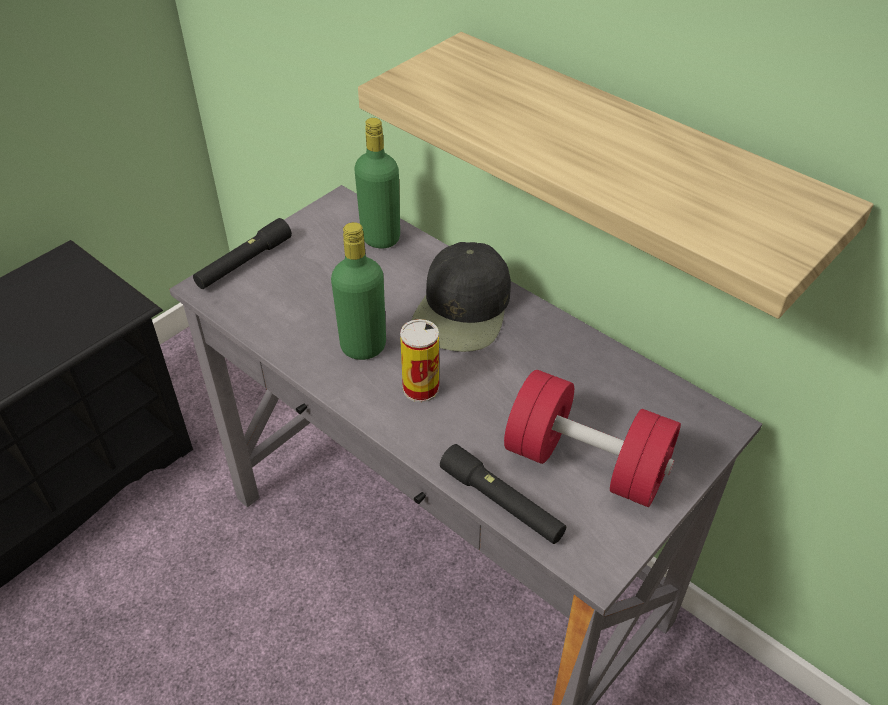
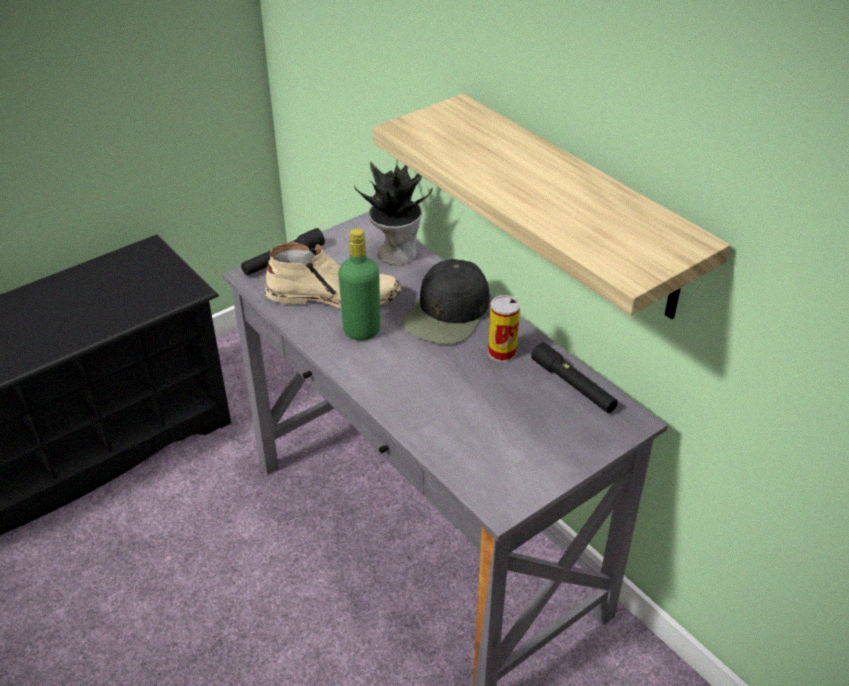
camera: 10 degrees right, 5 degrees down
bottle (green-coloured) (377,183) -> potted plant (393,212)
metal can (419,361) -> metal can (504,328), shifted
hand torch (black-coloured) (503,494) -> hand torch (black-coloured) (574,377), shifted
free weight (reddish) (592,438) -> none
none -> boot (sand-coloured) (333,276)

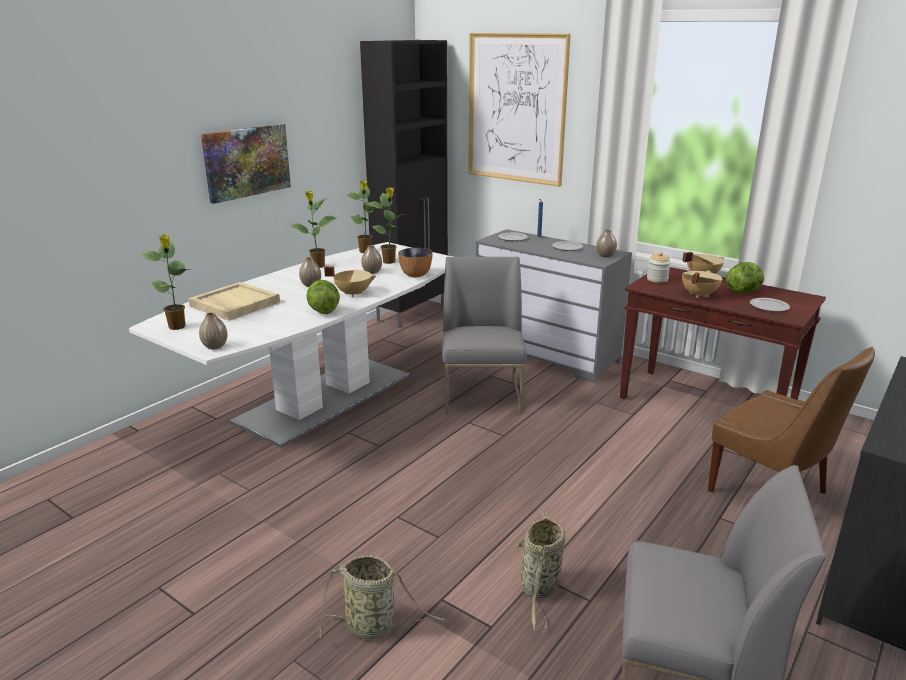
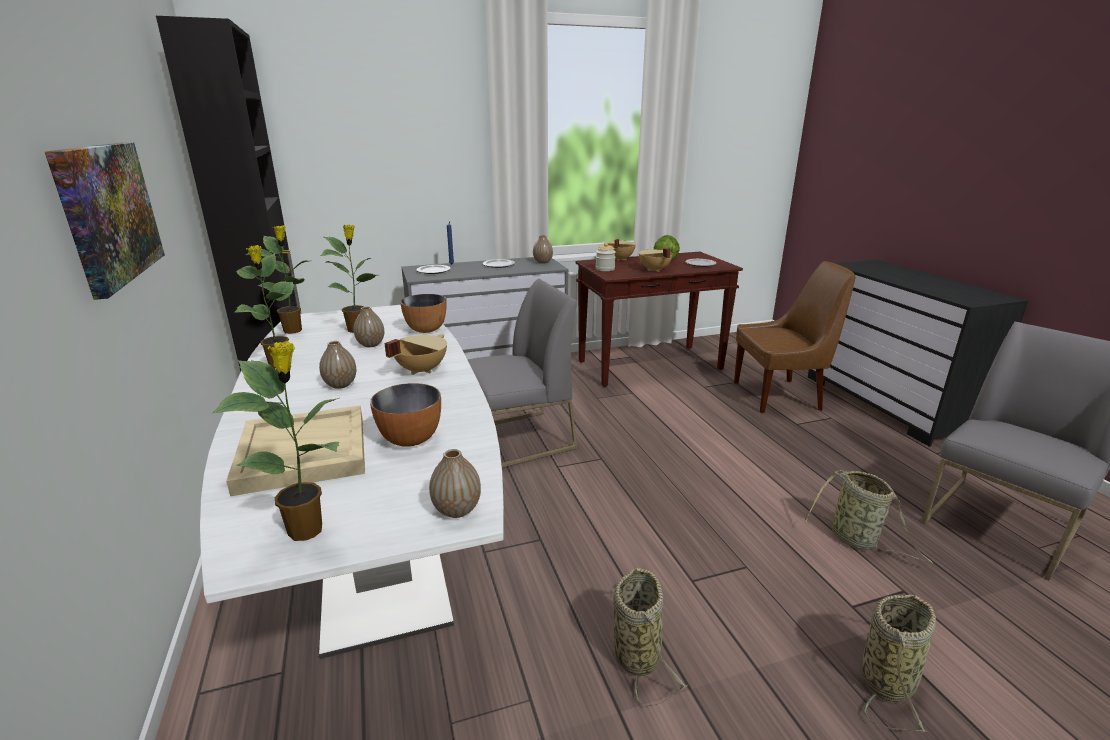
camera: 55 degrees left, 0 degrees up
head of lettuce (323,297) -> none
chair (grey) (484,336) -> chair (grey) (522,373), 120 degrees clockwise
wall picture (519,110) -> none
none -> serving bowl (405,415)
none -> household basket (650,637)

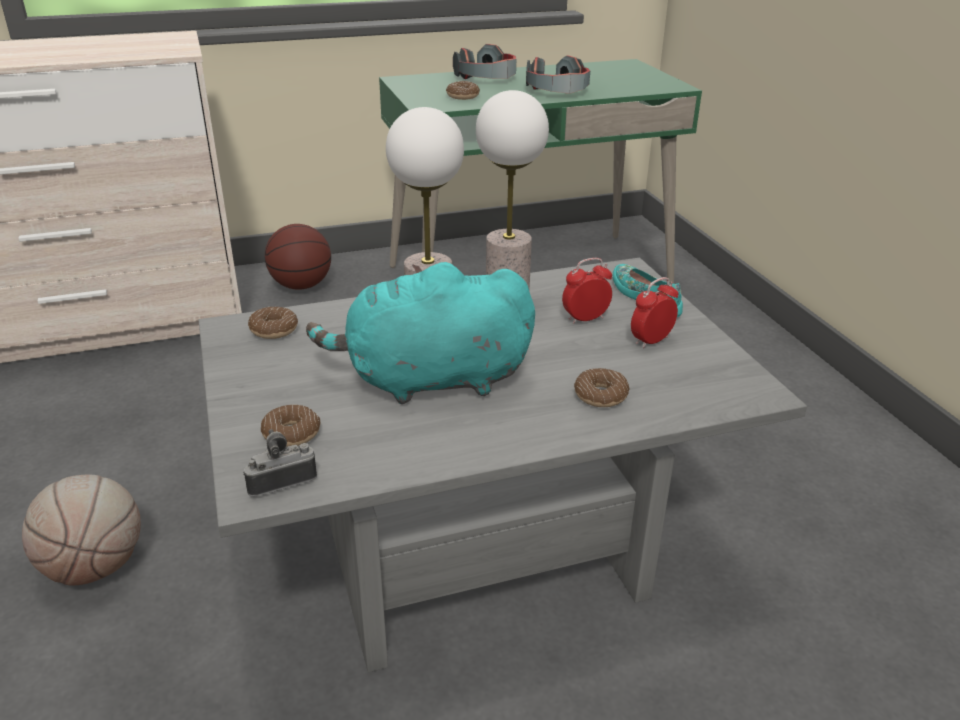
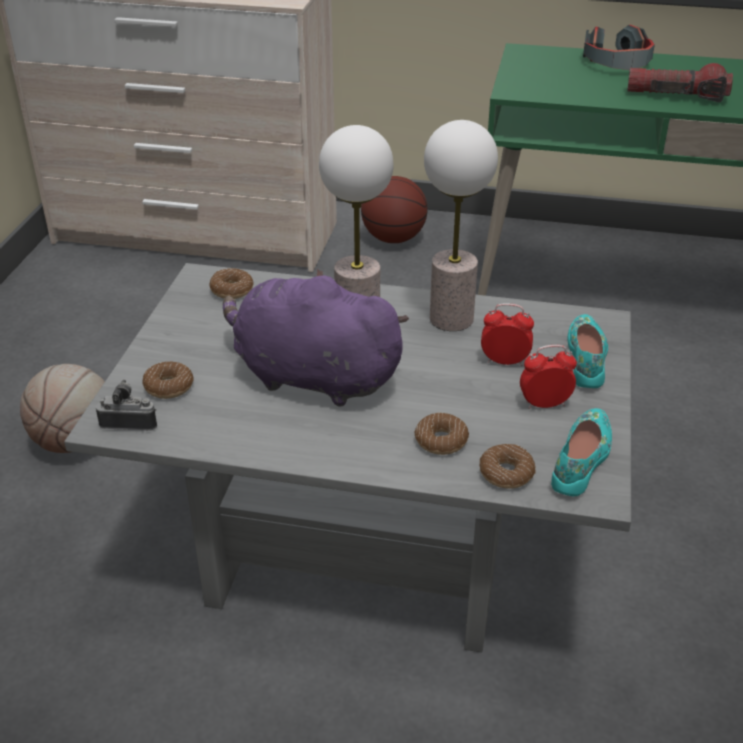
camera: 30 degrees right, 5 degrees up
soft toy (turquoise) (420,333) -> soft toy (purple) (316,337)
donut (463,90) -> donut (507,466), shifted
headphones (558,74) -> hand torch (680,82)
none -> low shoe (turquoise) (581,452)

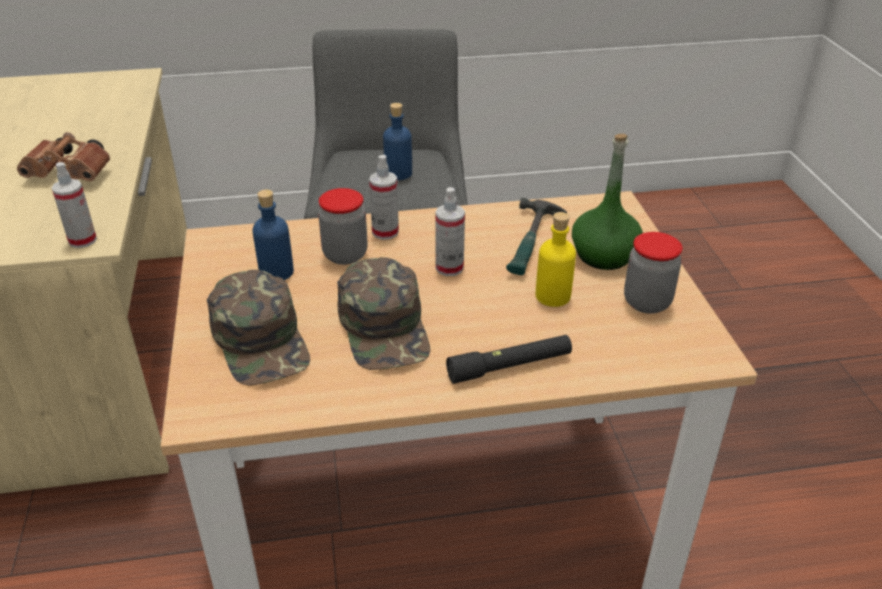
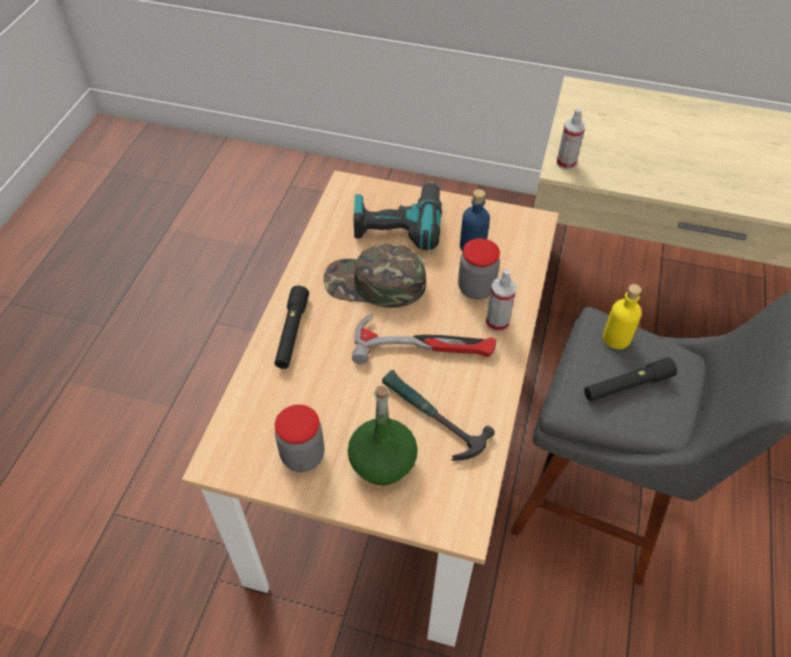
camera: 115 degrees right, 15 degrees up
binoculars (brown-coloured) (63,157) -> none
cap (green-coloured) (258,328) -> electric drill (398,216)
bottle (blue-coloured) (397,141) -> hand torch (black-coloured) (630,379)
sprayer (450,231) -> tool hammer (424,338)
bottle (yellow) (556,259) -> bottle (yellow) (622,316), shifted

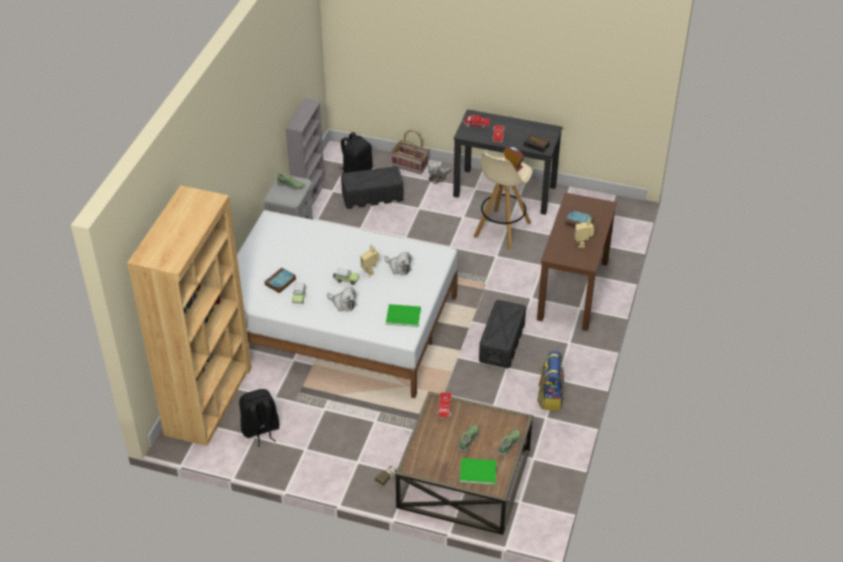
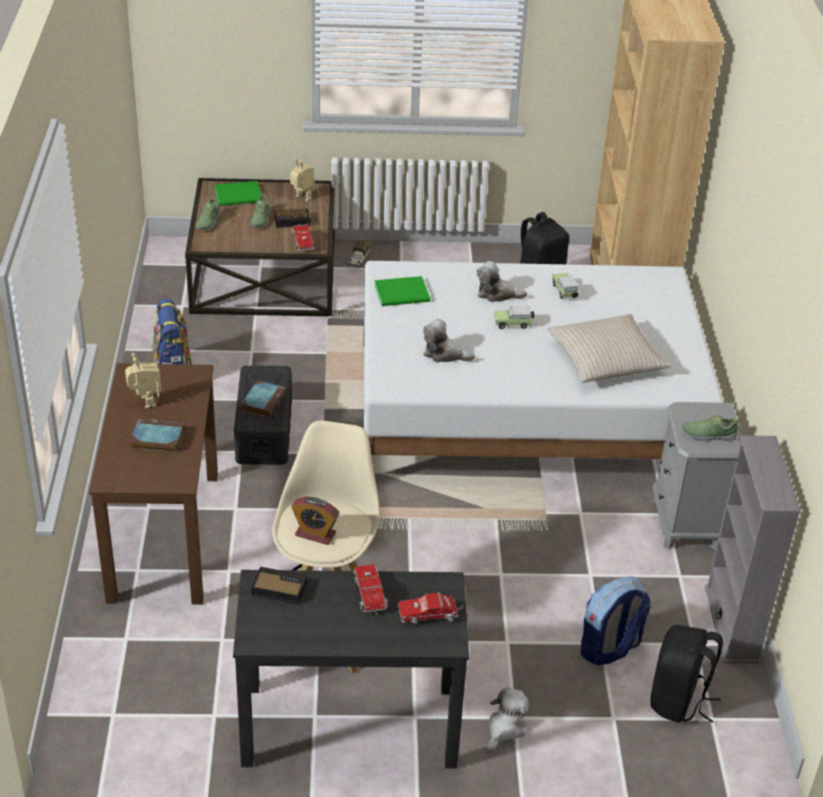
camera: 160 degrees right, 5 degrees down
bound book (280,280) -> bound book (263,399), shifted
storage container (black-coloured) (372,187) -> backpack (615,621)
robot figure (369,260) -> robot figure (302,179), shifted
household basket (410,152) -> none
none -> table clock (292,218)
none -> throw pillow (sand-coloured) (609,348)

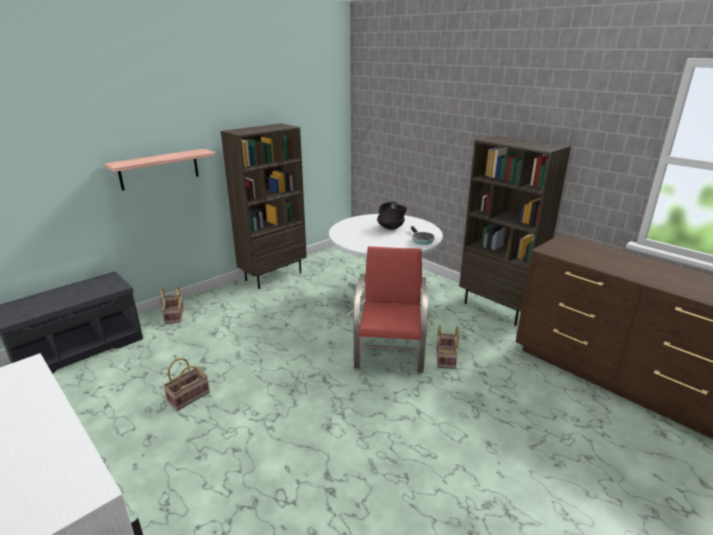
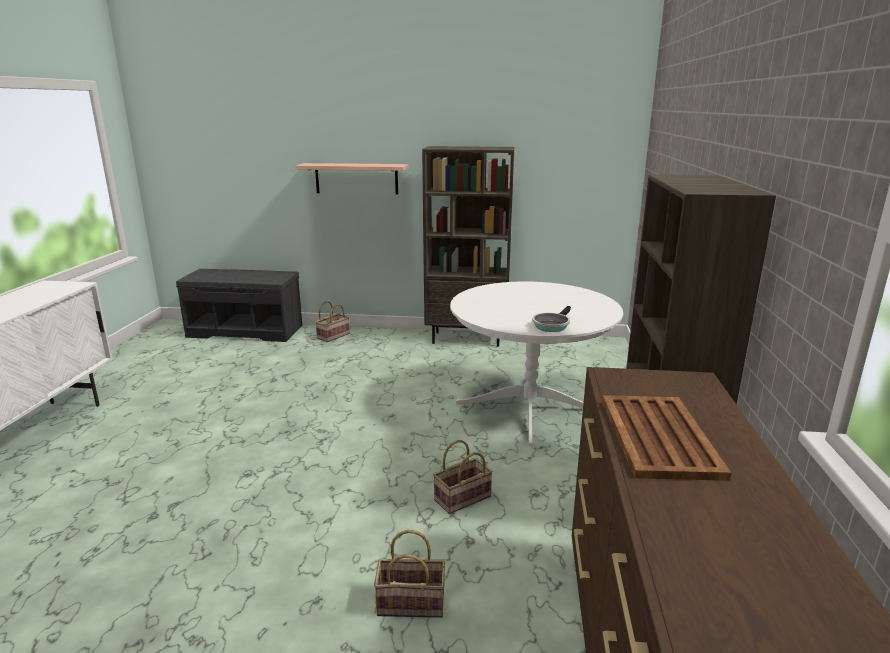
camera: 50 degrees right, 5 degrees down
household basket (186,384) -> household basket (409,574), shifted
chair (reddish) (390,309) -> none
tea pot (black-coloured) (392,215) -> none
none -> carrying tray (brown-coloured) (666,438)

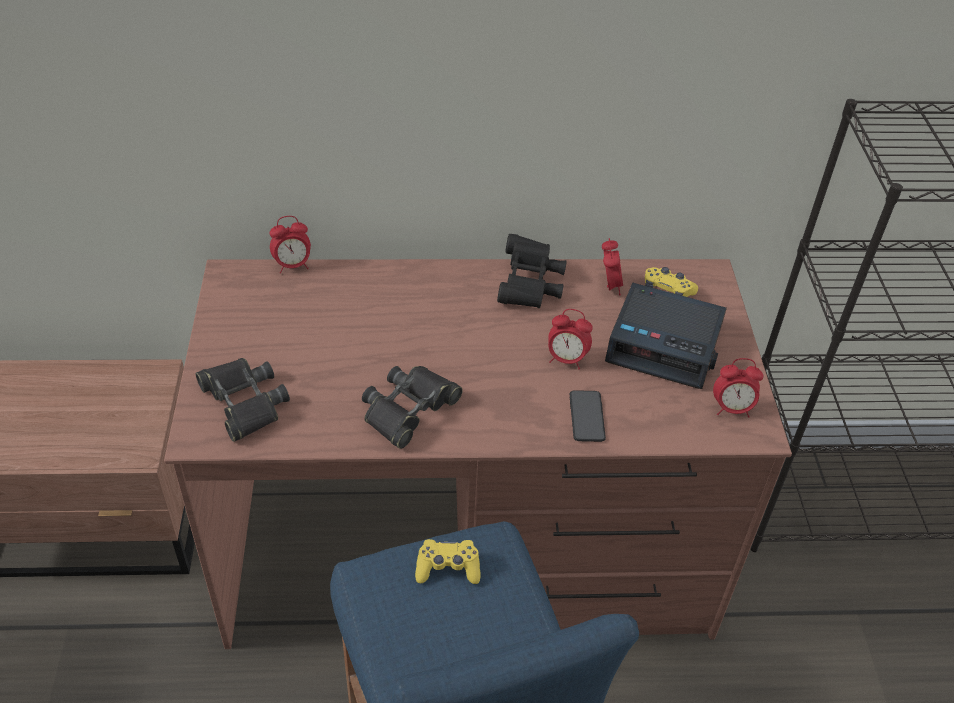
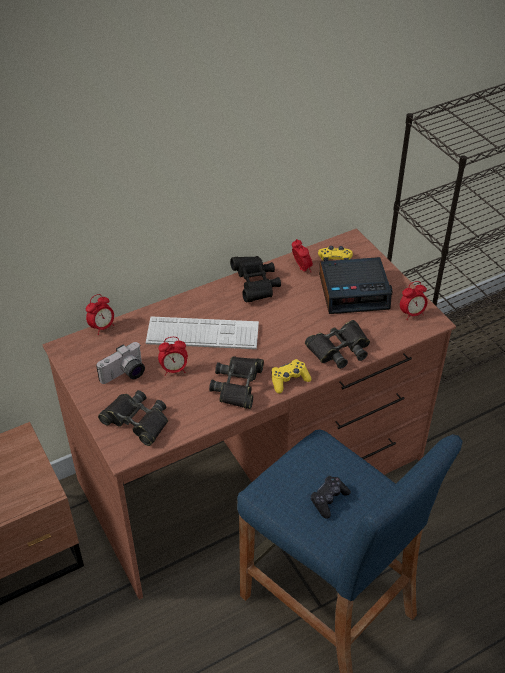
camera: 25 degrees left, 0 degrees up
game controller (yellow) (448,561) -> game controller (yellow) (292,376), shifted
table clock (570,339) -> table clock (173,356), shifted
telephone (588,416) -> binoculars (black-coloured) (337,344)
none -> photo camera (120,363)
none -> keyboard (202,332)
none -> game controller (black-coloured) (331,497)

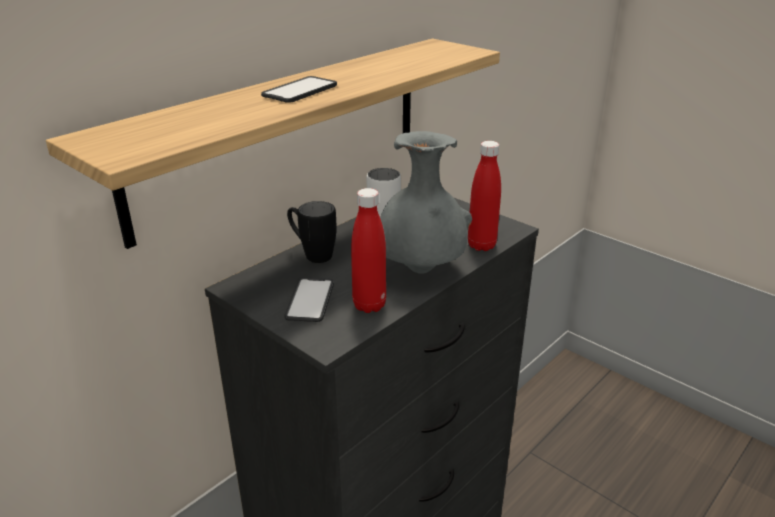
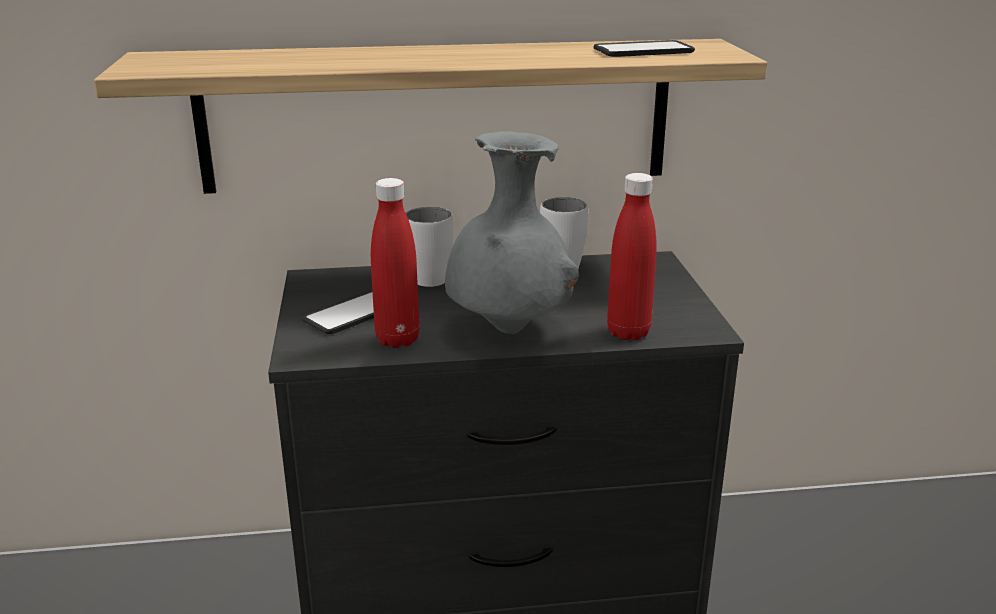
camera: 40 degrees right, 5 degrees down
telephone (299,89) -> telephone (644,48), shifted
coffee mug (black-coloured) (312,232) -> coffee mug (whitish) (429,247)

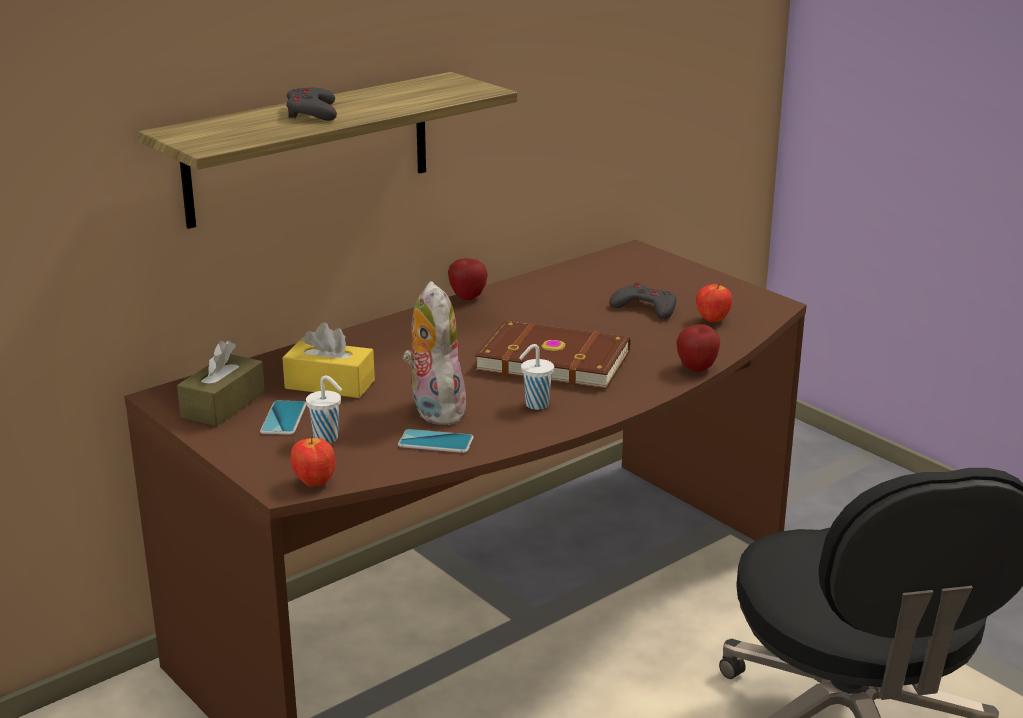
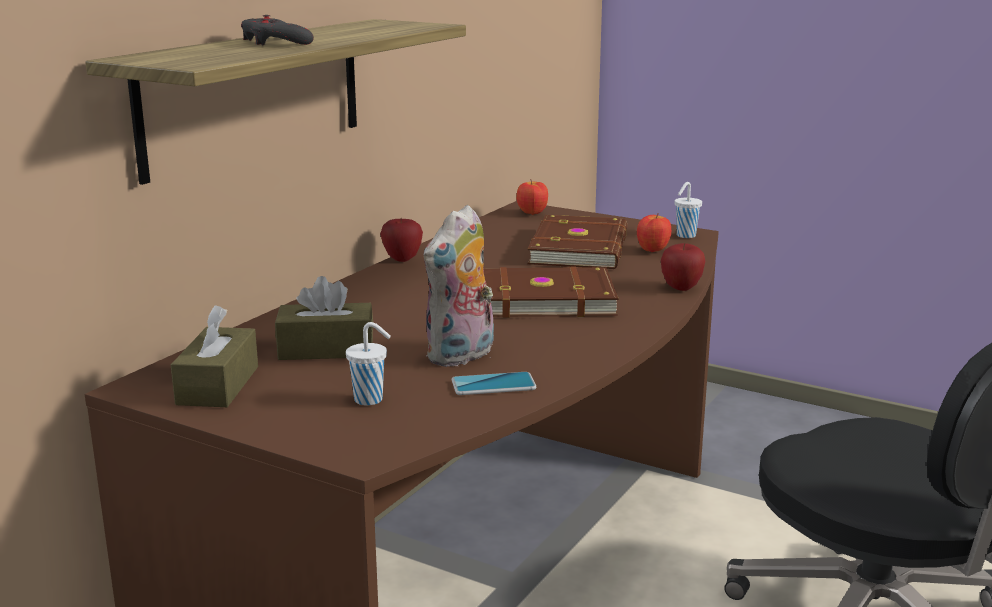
camera: 20 degrees left, 5 degrees down
telephone (283,418) -> none
tissue box (yellow) (328,360) -> tissue box (brown-coloured) (324,318)
whole apple (313,461) -> whole apple (532,197), shifted
soft toy (434,353) -> soft toy (459,286), 105 degrees counterclockwise
drinking cup (whitish) (536,377) -> drinking cup (whitish) (688,210), shifted
game controller (grey) (643,301) -> bound book (brown-coloured) (577,242)

